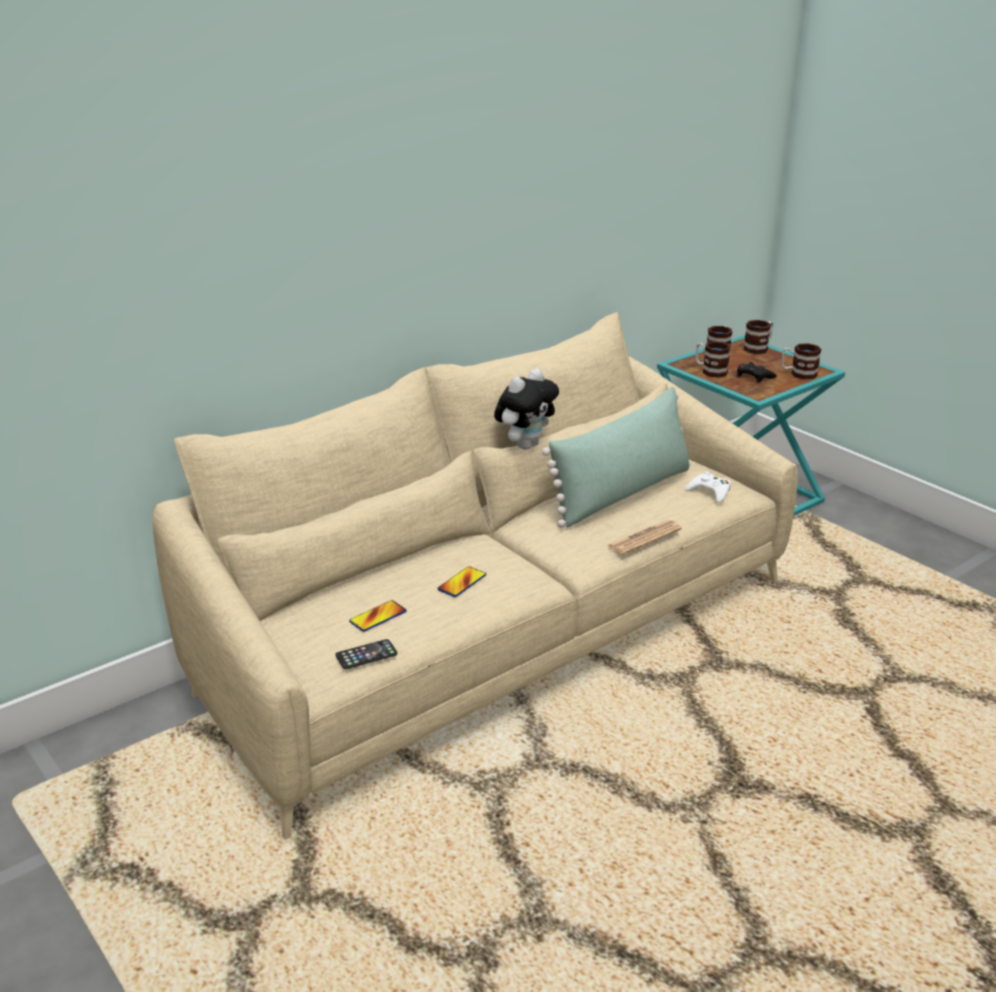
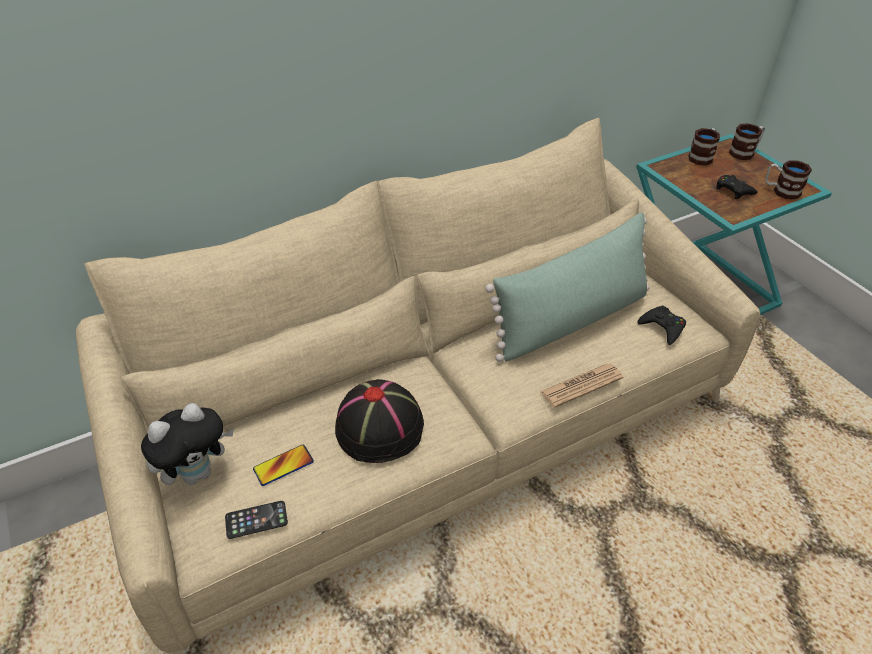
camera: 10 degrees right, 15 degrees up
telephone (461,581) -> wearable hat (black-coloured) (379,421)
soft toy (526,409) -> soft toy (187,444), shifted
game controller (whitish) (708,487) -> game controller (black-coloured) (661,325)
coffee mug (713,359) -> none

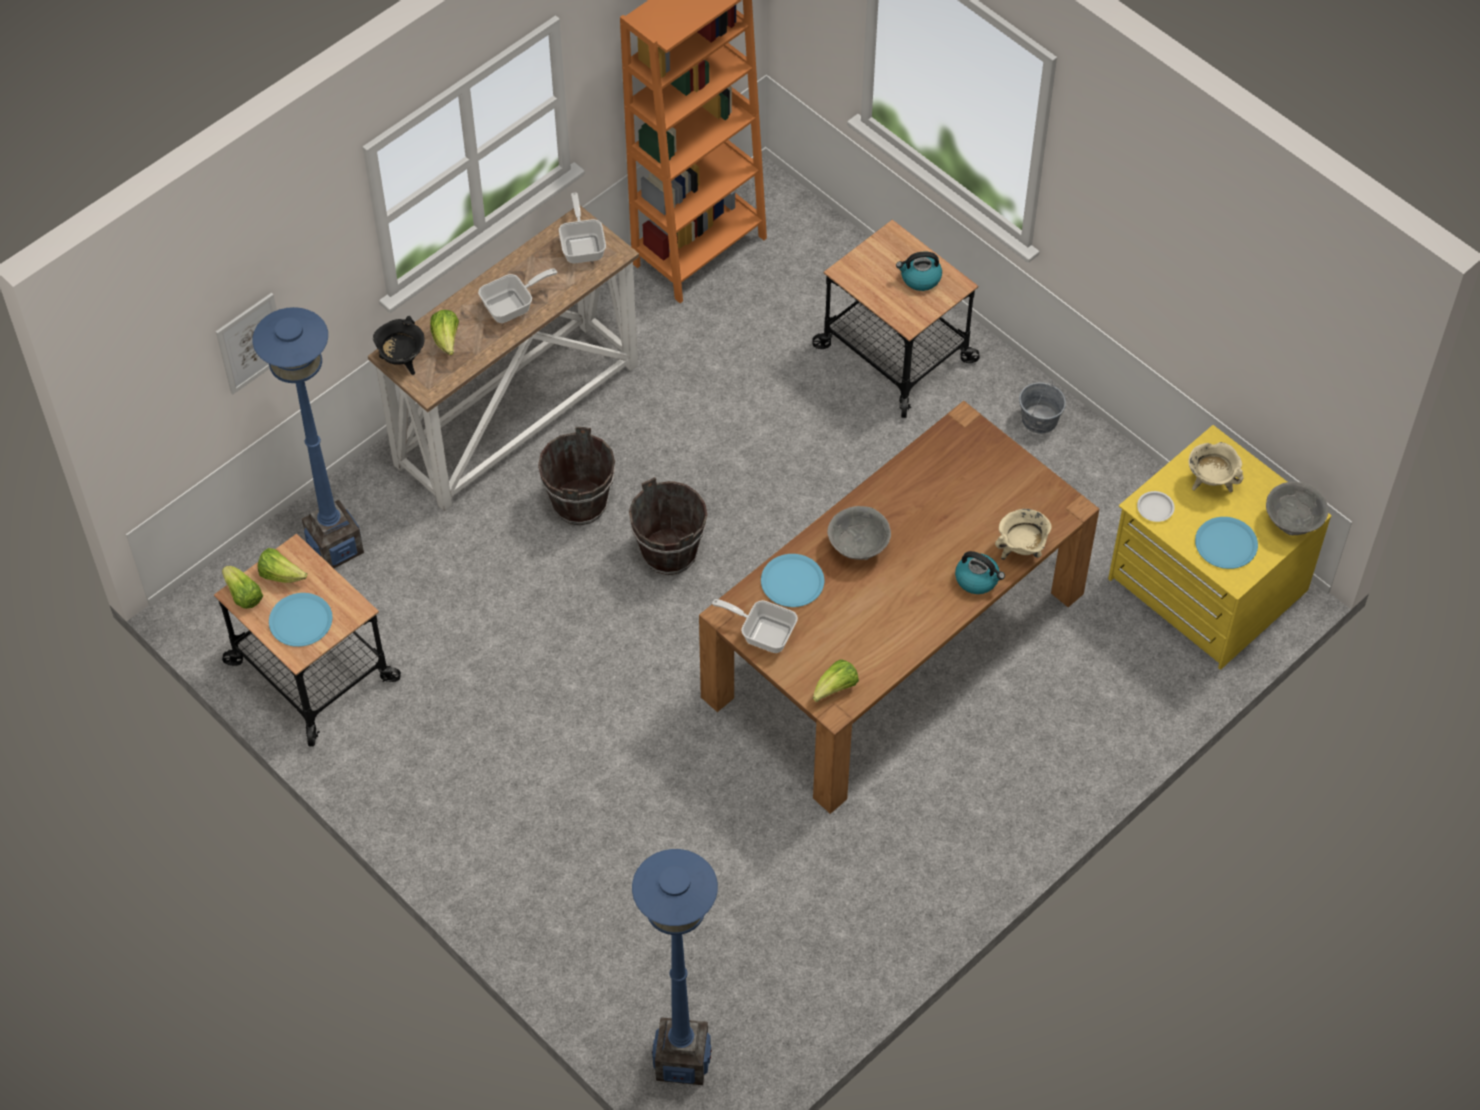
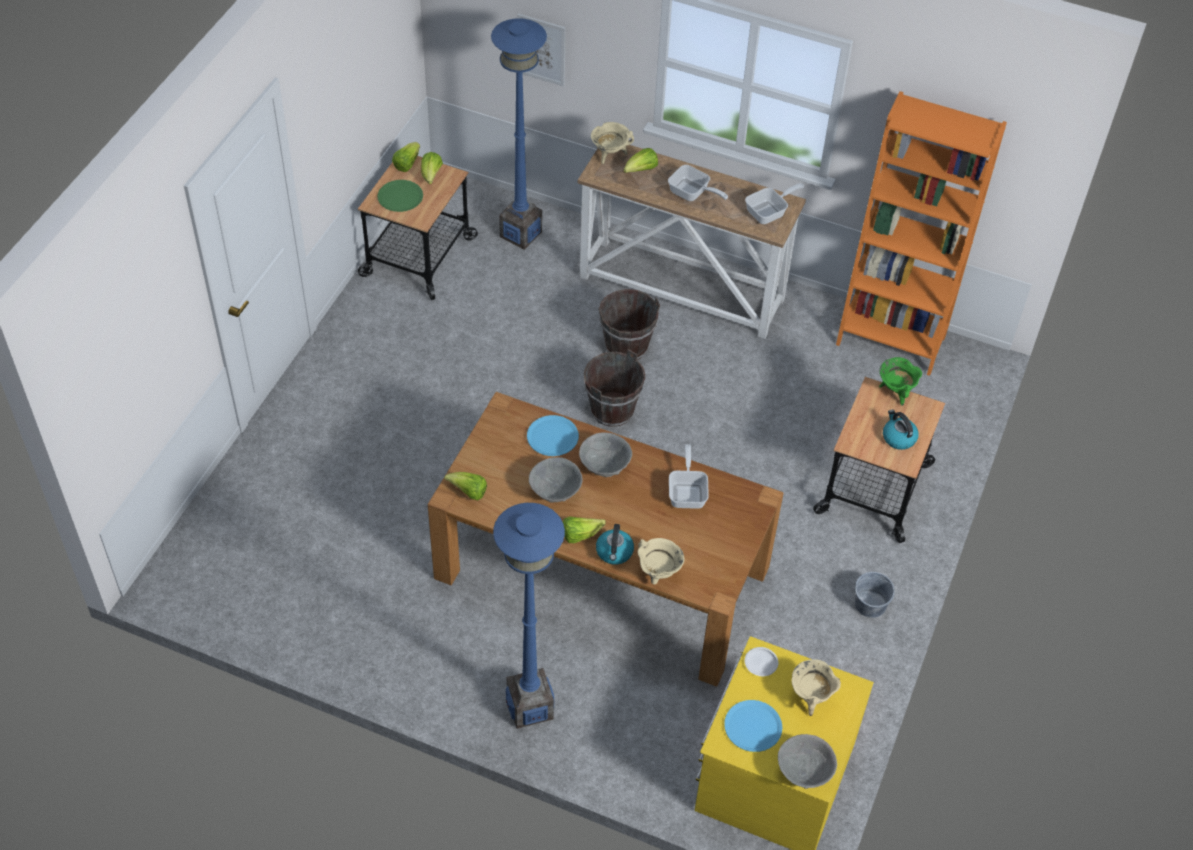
camera: 65 degrees right, 5 degrees down
dinner plate (blue-coloured) (300,620) -> dinner plate (green-coloured) (400,196)
saucepot (black-coloured) (399,345) -> saucepot (sand-coloured) (612,143)
standing lamp (blue-coloured) (675,967) -> standing lamp (blue-coloured) (529,616), shifted
pan (755,626) -> pan (689,477), shifted
none -> serving bowl (grey) (556,479)
none -> head of lettuce (584,529)
none -> saucepot (green-coloured) (900,381)

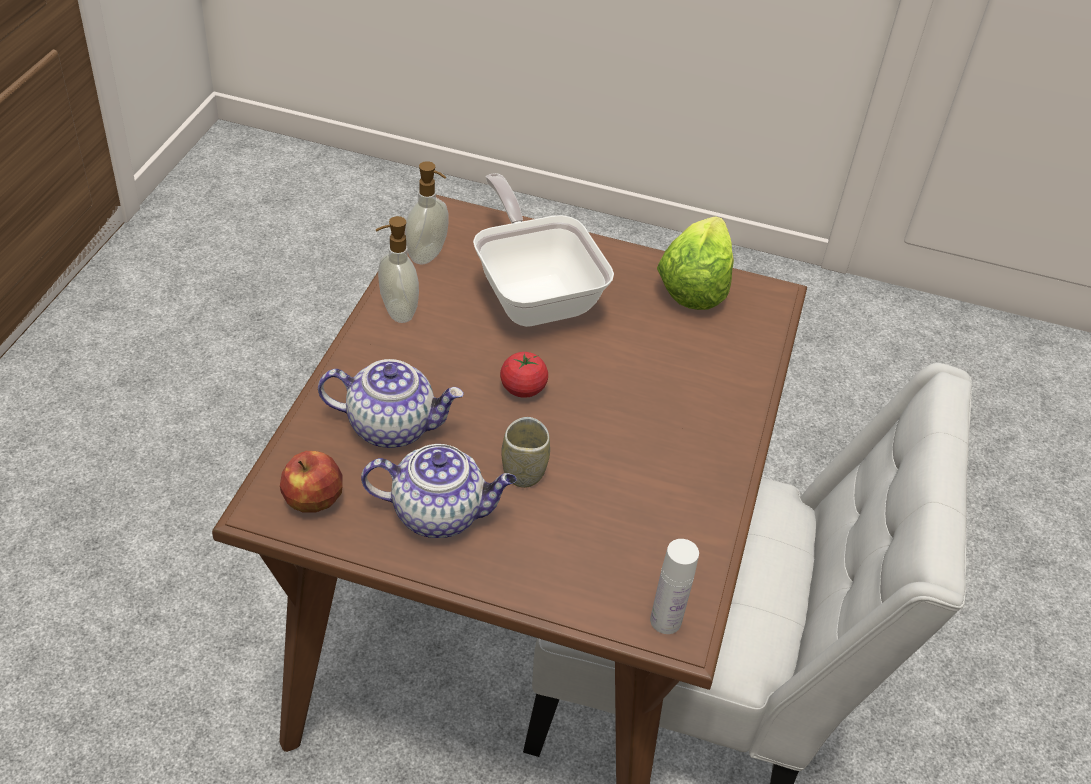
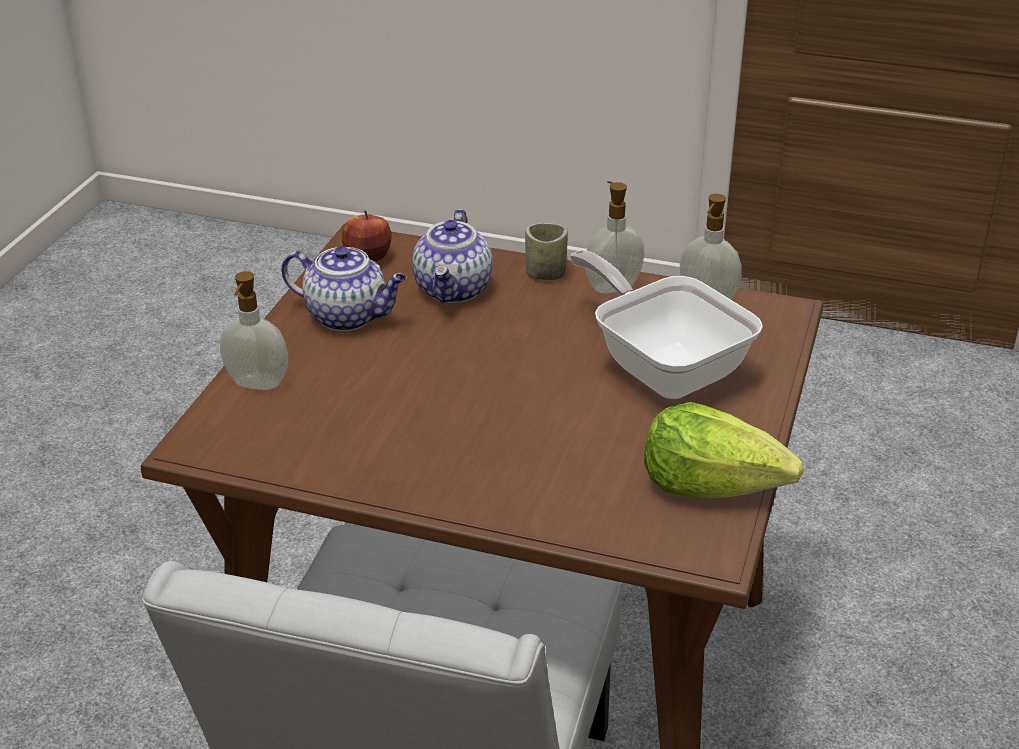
camera: 95 degrees right, 10 degrees down
tea pot (438,491) -> tea pot (344,288), 75 degrees counterclockwise
pan (543,250) -> pan (666,324), 105 degrees counterclockwise
tomato (524,375) -> none
drinking cup (525,452) -> drinking cup (546,251), shifted
bottle (whitish) (674,586) -> none
none -> soap bottle (254,330)

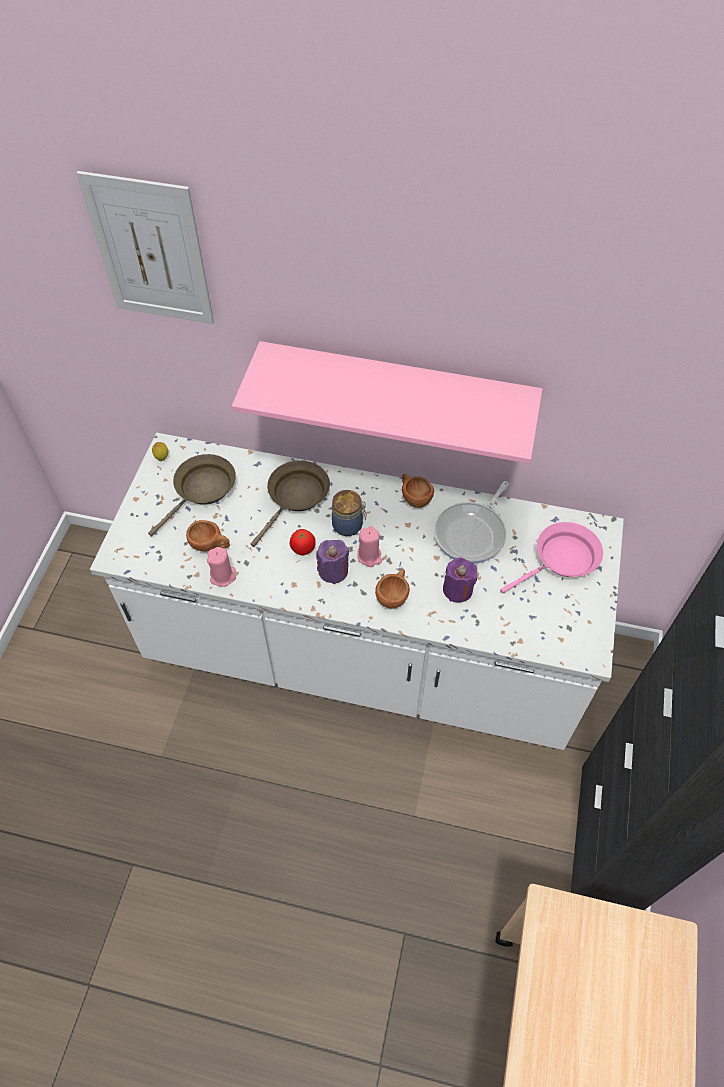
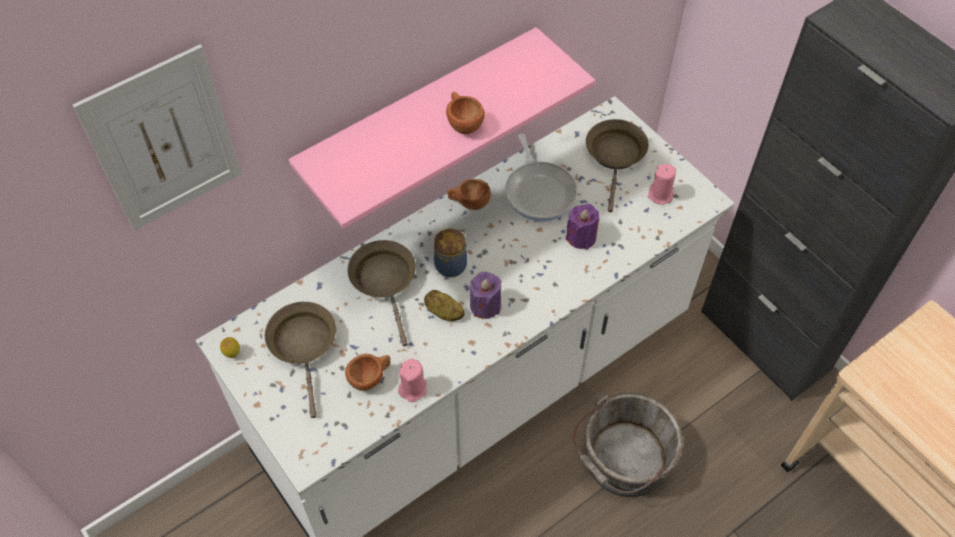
camera: 50 degrees left, 0 degrees up
tomato (303,542) -> potato (444,305)
candle (pinkish) (369,546) -> candle (pinkish) (662,184), shifted
drinking cup (brown-coloured) (392,588) -> drinking cup (brown-coloured) (465,112), shifted
pan (pinkish) (551,558) -> pan (brown-coloured) (617,165)
none -> pail (grey) (628,445)

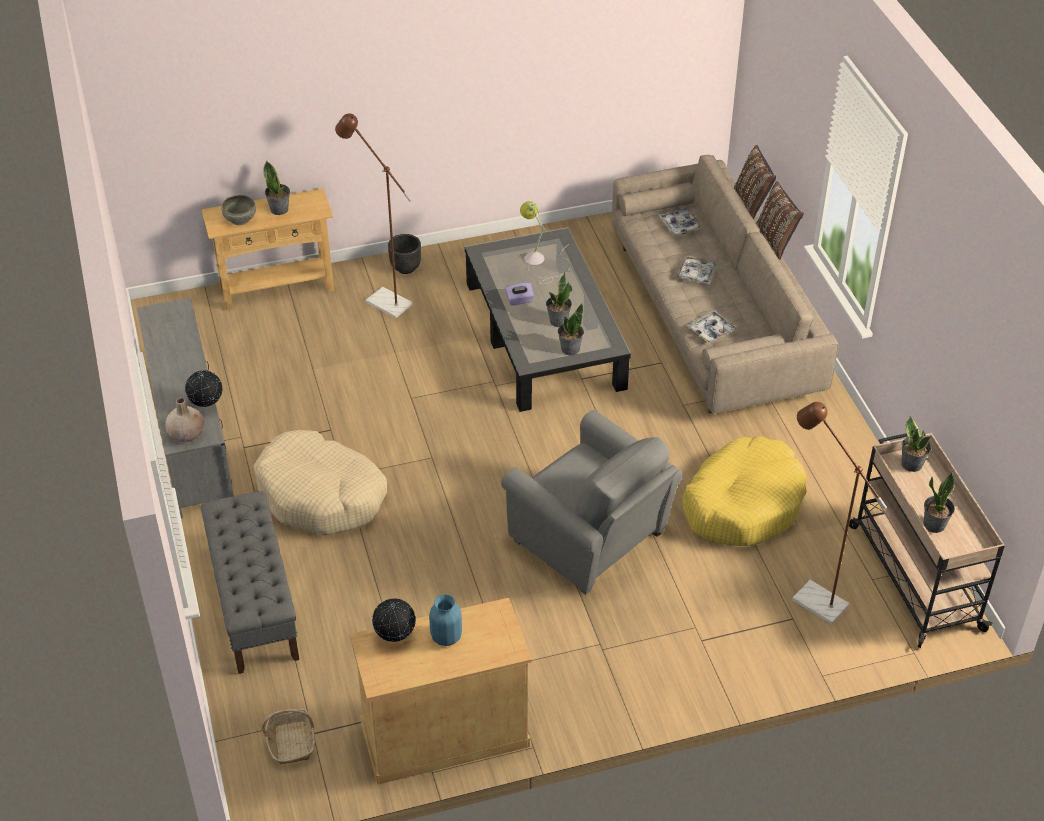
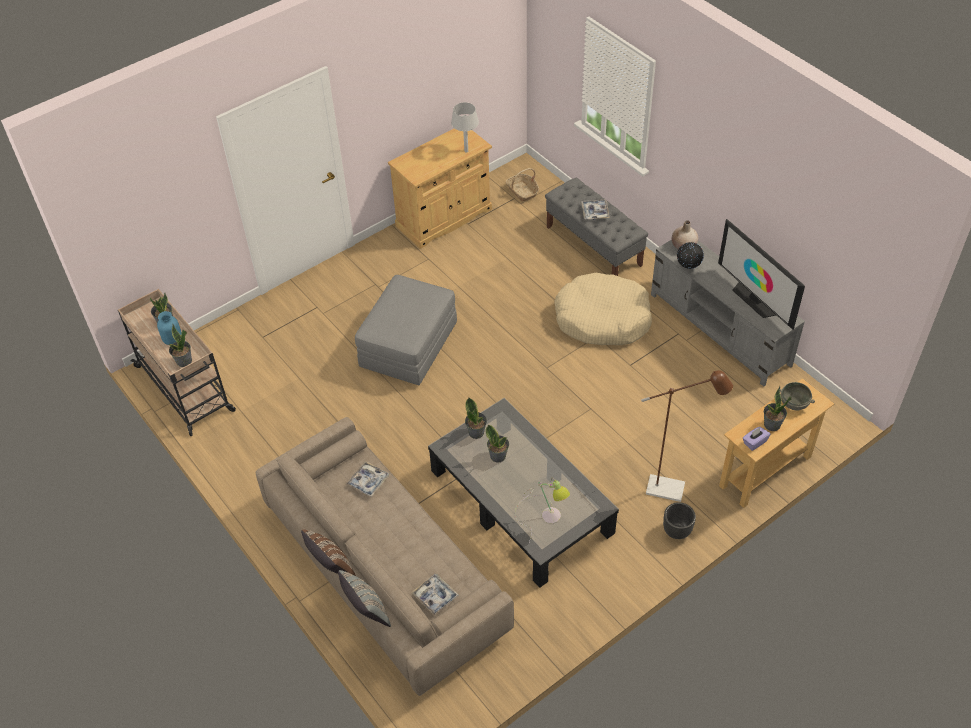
camera: 160 degrees right, 5 degrees up
globe (394,620) -> lamp for a table (grey) (465,127)
vase (blue-coloured) (445,620) -> vase (blue-coloured) (169,328), shifted
lounge chair (grey) (591,502) -> footrest (grey) (406,330)
tissue box (purple) (519,294) -> tissue box (purple) (757,439), shifted
carrying tray (697,269) -> carrying tray (595,209), shifted
pet bed (yellow) (745,491) -> none
throw pillow (brown-coloured) (755,182) -> throw pillow (grey) (364,598)
standing lamp (brown-coloured) (839,513) -> none
none -> TV set (761,274)

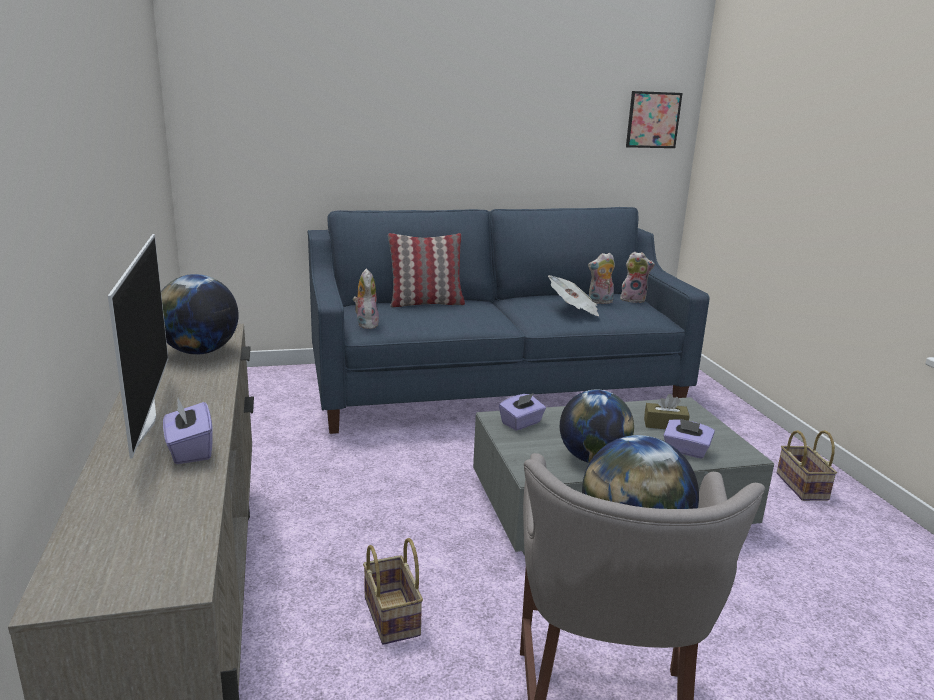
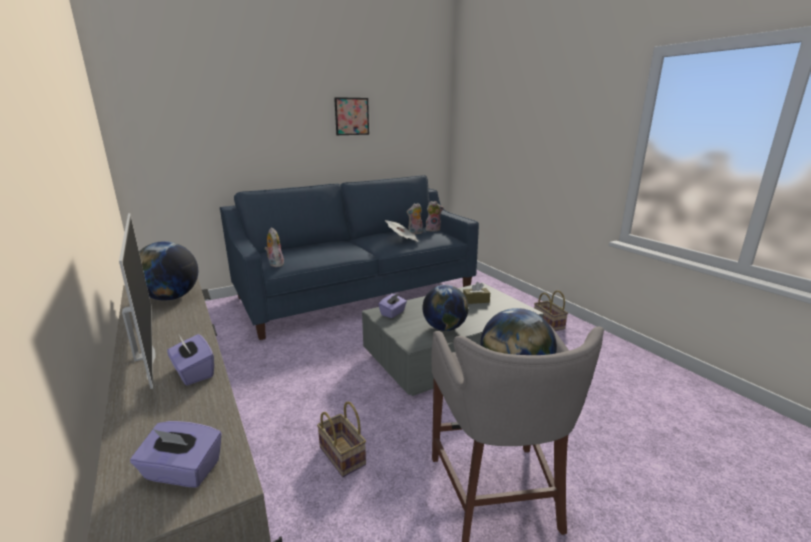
camera: 15 degrees left, 0 degrees up
throw pillow (426,270) -> none
wall picture (654,119) -> wall picture (351,116), shifted
tissue box (purple) (689,439) -> tissue box (purple) (176,454), shifted

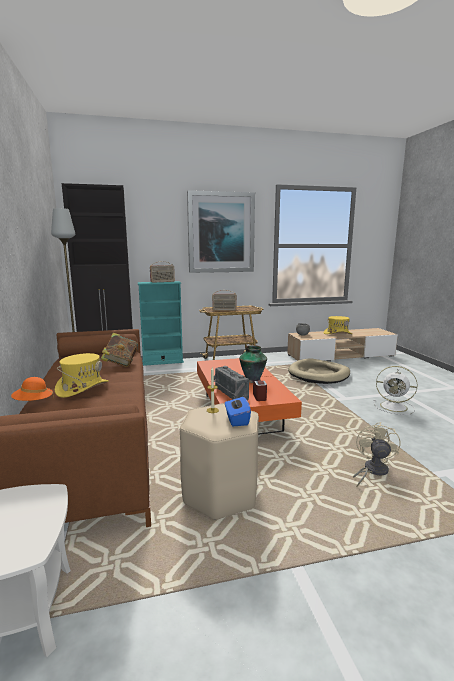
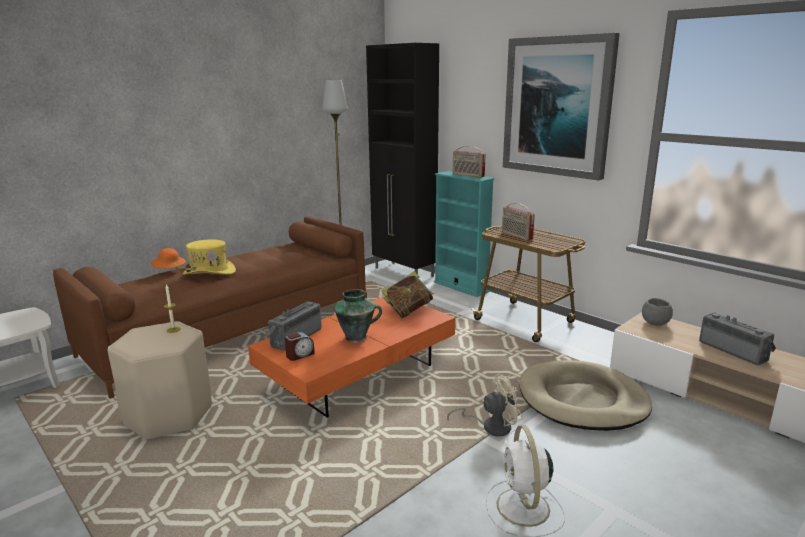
camera: 60 degrees right, 5 degrees up
bound book (119,349) -> bound book (408,294), shifted
tissue box (blue-coloured) (238,411) -> none
wearable hat (yellow) (338,325) -> radio receiver (737,338)
cooling fan (sand-coloured) (377,454) -> cooling fan (sand-coloured) (485,405), shifted

